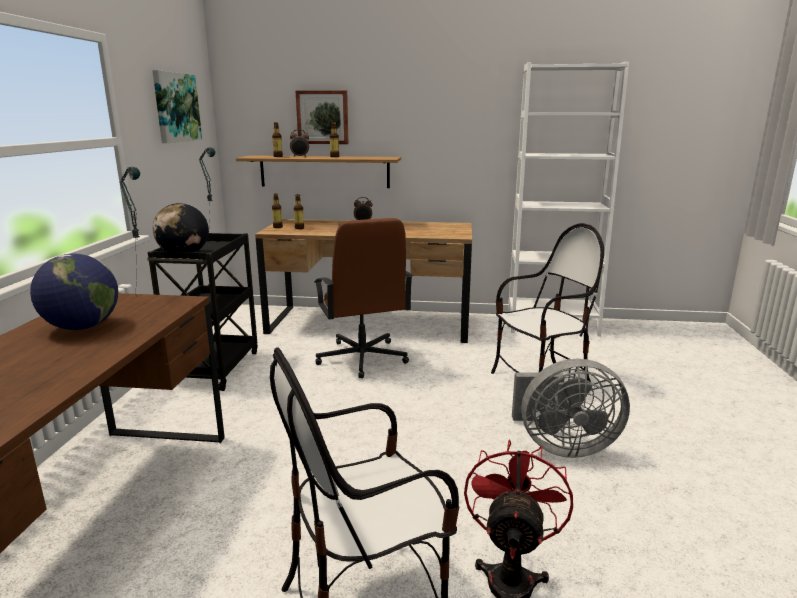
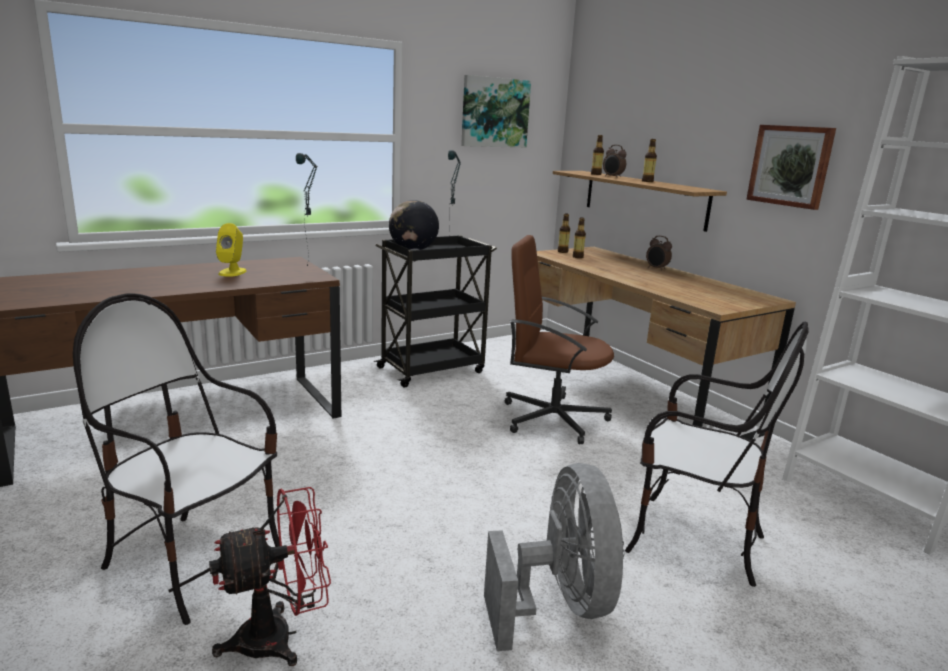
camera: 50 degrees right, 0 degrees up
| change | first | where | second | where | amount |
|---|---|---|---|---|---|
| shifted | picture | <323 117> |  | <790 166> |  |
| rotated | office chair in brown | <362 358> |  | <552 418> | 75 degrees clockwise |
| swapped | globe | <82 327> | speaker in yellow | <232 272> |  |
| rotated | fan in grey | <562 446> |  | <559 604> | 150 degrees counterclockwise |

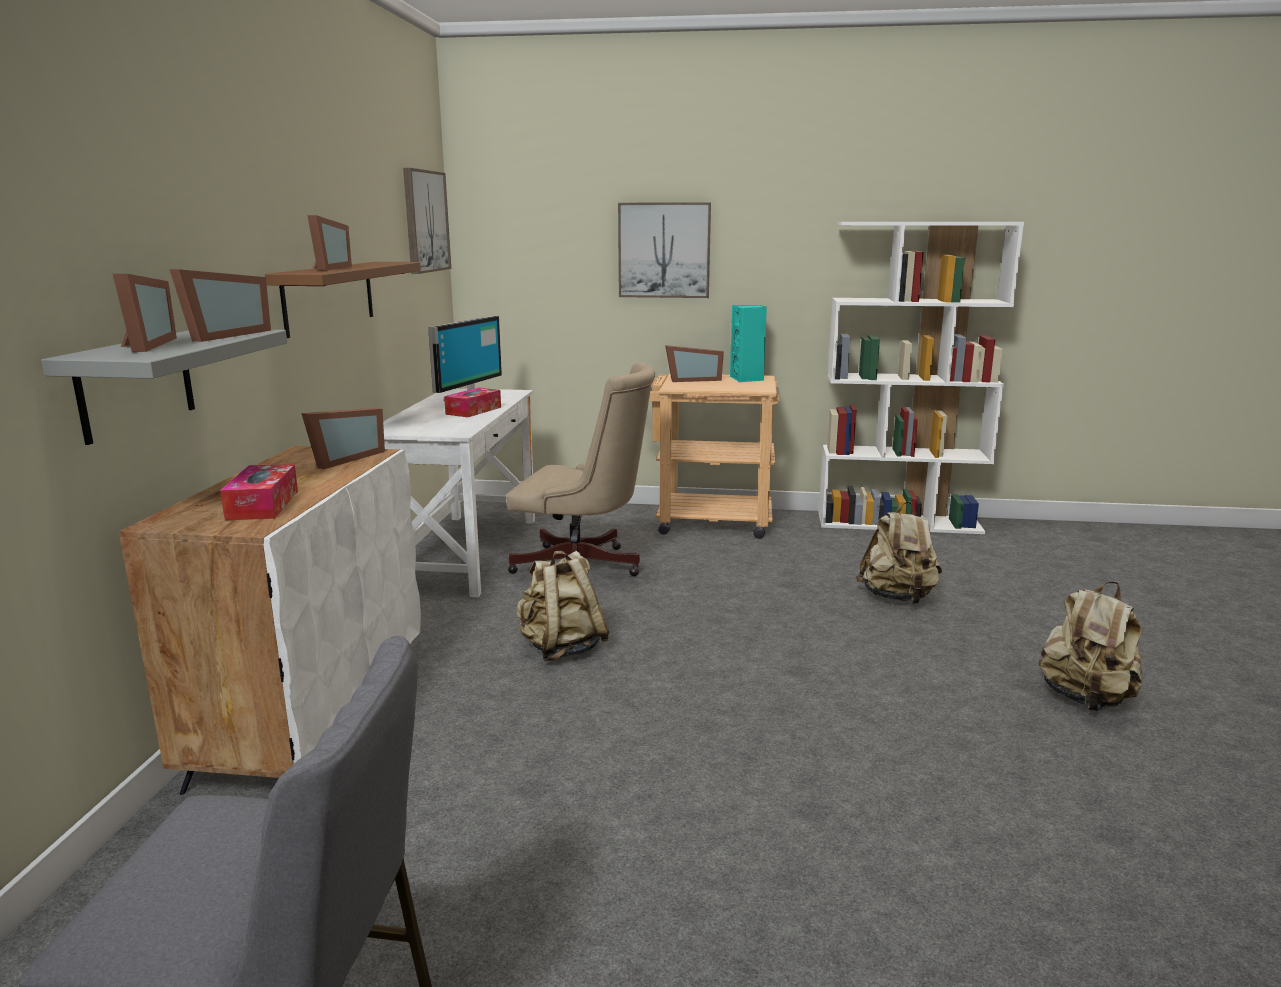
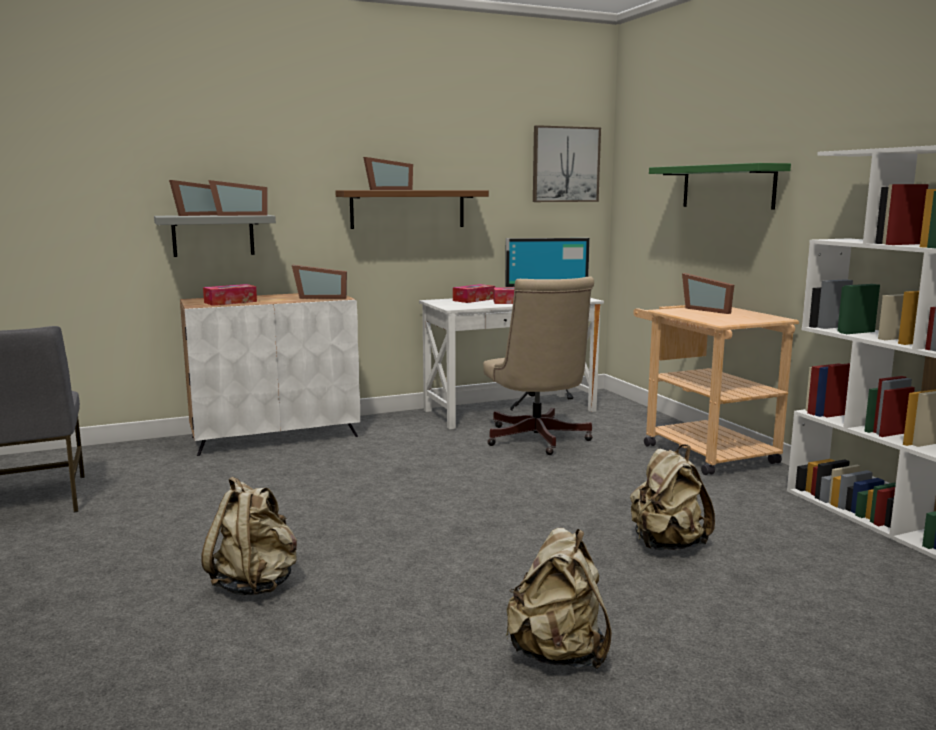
camera: 60 degrees right, 5 degrees down
| change | first | where | second | where | amount |
|---|---|---|---|---|---|
| swapped | picture | <664 250> | shelf in green | <727 187> |  |
| gone | speaker in turquoise | <747 379> |  |  |  |
| shifted | backpack in beige | <561 648> |  | <255 584> |  |
| new |  |  | tissue box | <474 300> |  |

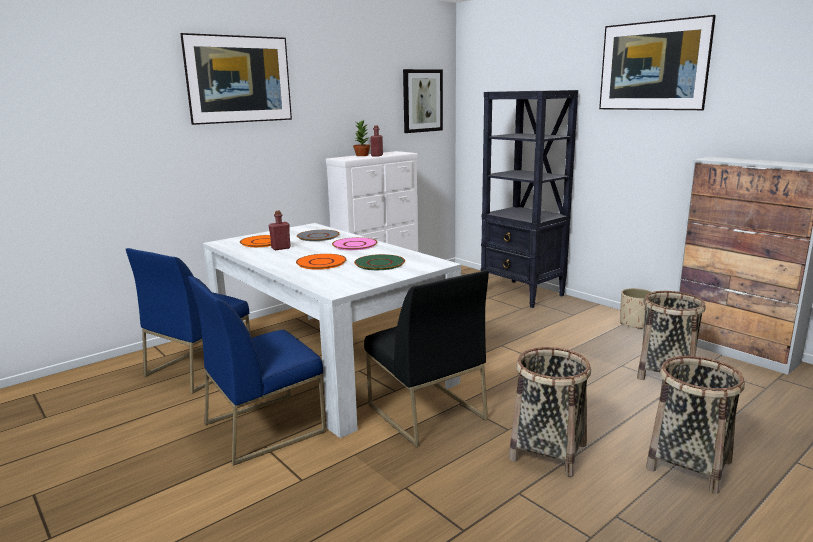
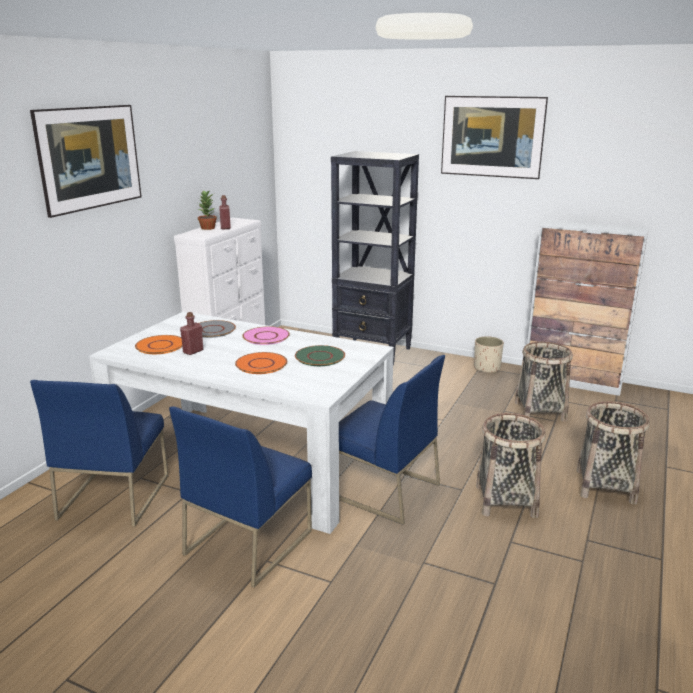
camera: 25 degrees left, 5 degrees up
| change | first | where | second | where | amount |
|---|---|---|---|---|---|
| gone | picture | <422 101> |  |  |  |
| repainted | chair in black | <425 412> | chair in blue | <383 490> |  |

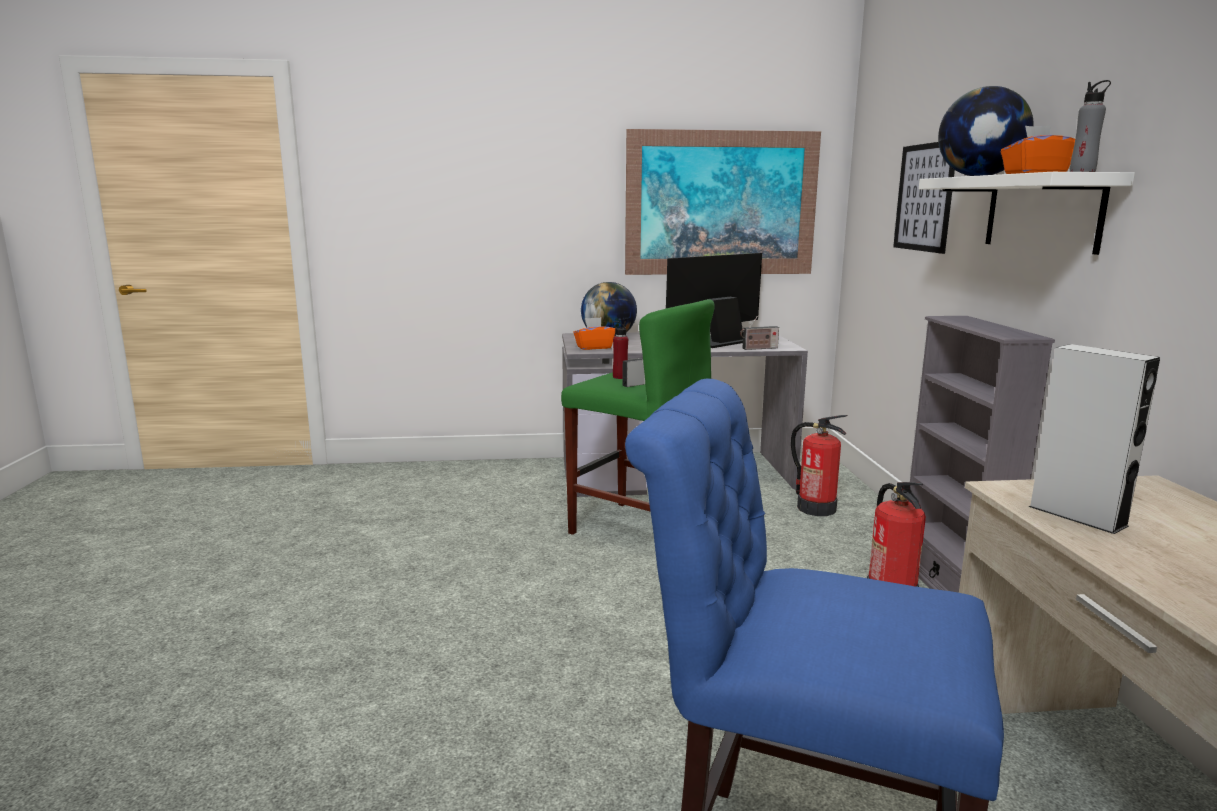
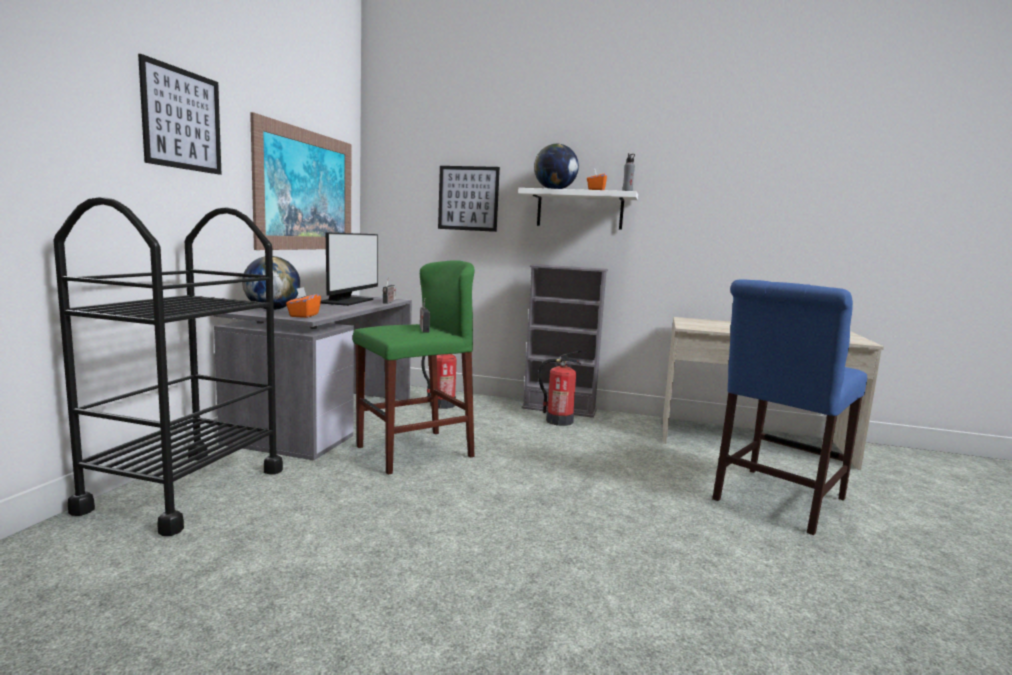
camera: 70 degrees left, 5 degrees down
| change | first | where | second | where | amount |
|---|---|---|---|---|---|
| rotated | monitor | <720 340> |  | <347 301> | 150 degrees counterclockwise |
| gone | bottle in red | <620 377> |  |  |  |
| gone | speaker in grey | <1077 516> |  |  |  |
| new |  |  | picture | <182 119> |  |
| new |  |  | cart in black | <186 490> |  |

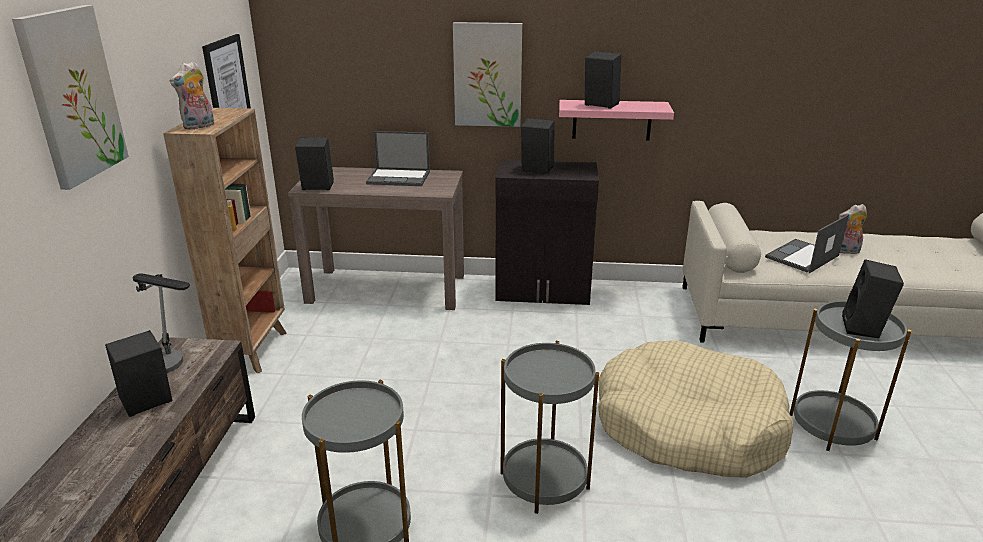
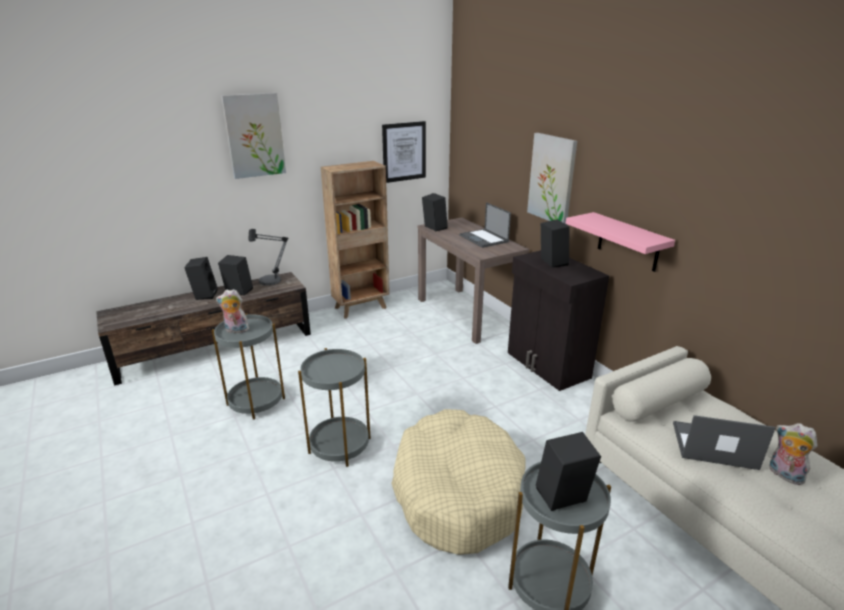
camera: 55 degrees right, 0 degrees up
| change | first | where | second | where | amount |
|---|---|---|---|---|---|
| shifted | speaker in black | <599 105> |  | <204 295> |  |
| shifted | plush toy | <199 126> |  | <236 330> |  |

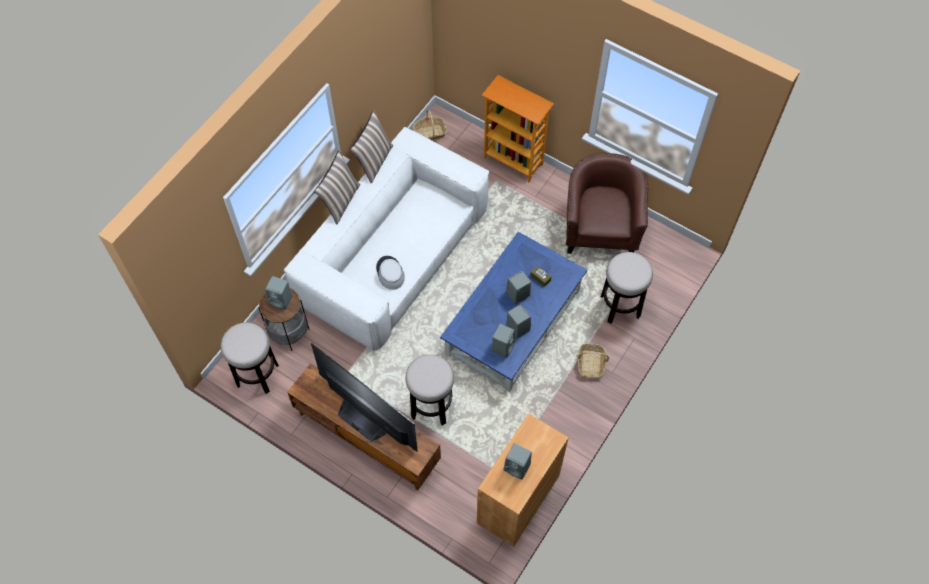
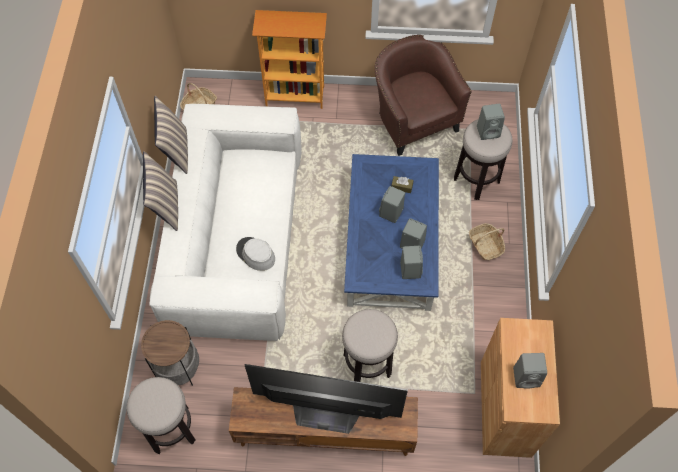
camera: 30 degrees left, 0 degrees up
| change | first | where | second | where | amount |
|---|---|---|---|---|---|
| shifted | speaker in grey | <281 300> |  | <489 131> |  |

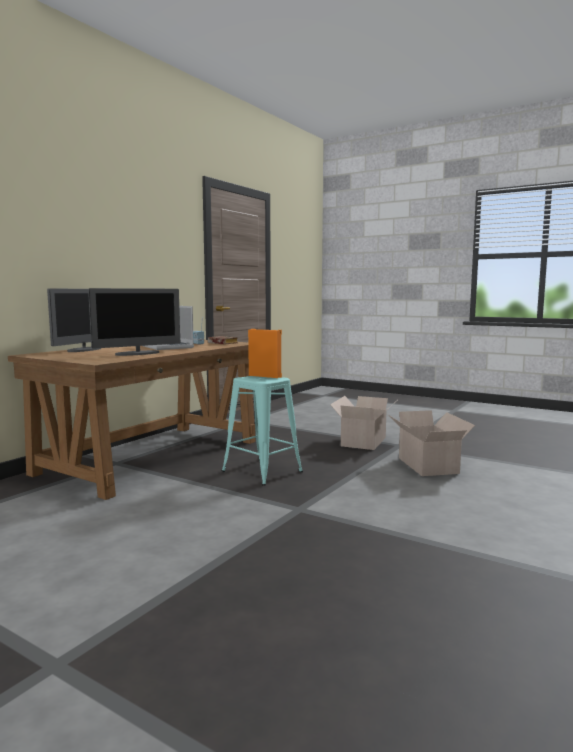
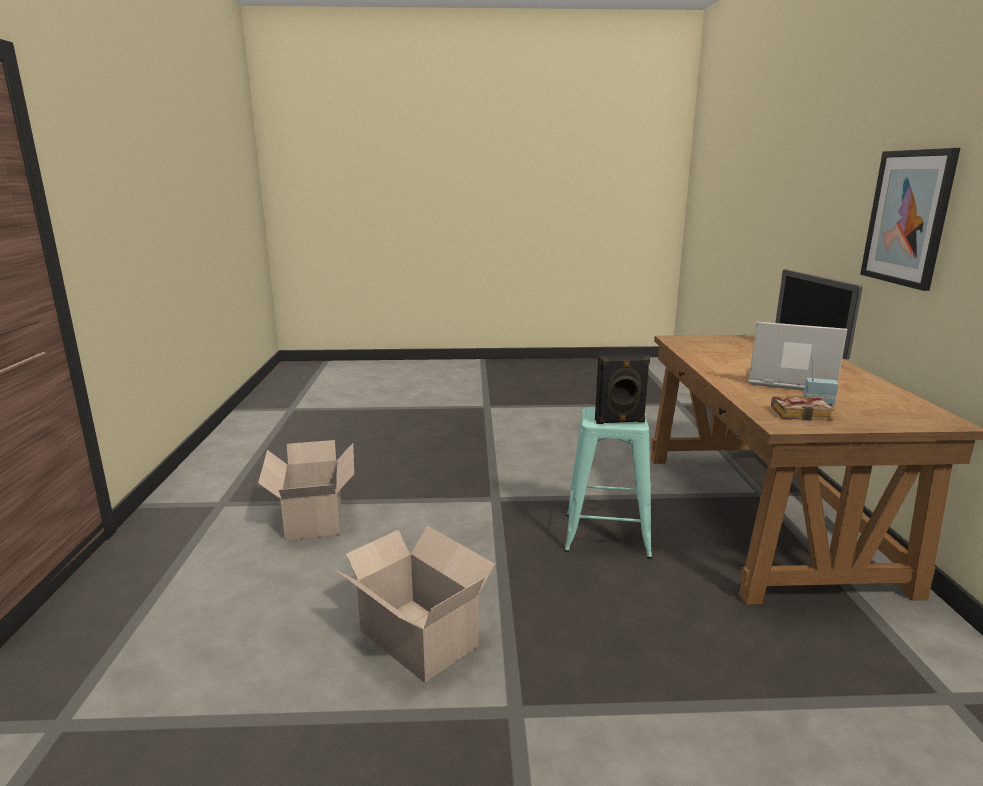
camera: 145 degrees right, 10 degrees up
| change | first | where | second | where | amount |
|---|---|---|---|---|---|
| gone | monitor | <138 353> |  |  |  |
| repainted | speaker in orange | <265 376> | speaker in black | <620 421> |  |
| shifted | cardboard box | <364 441> |  | <313 519> |  |
| new |  |  | picture | <908 218> |  |

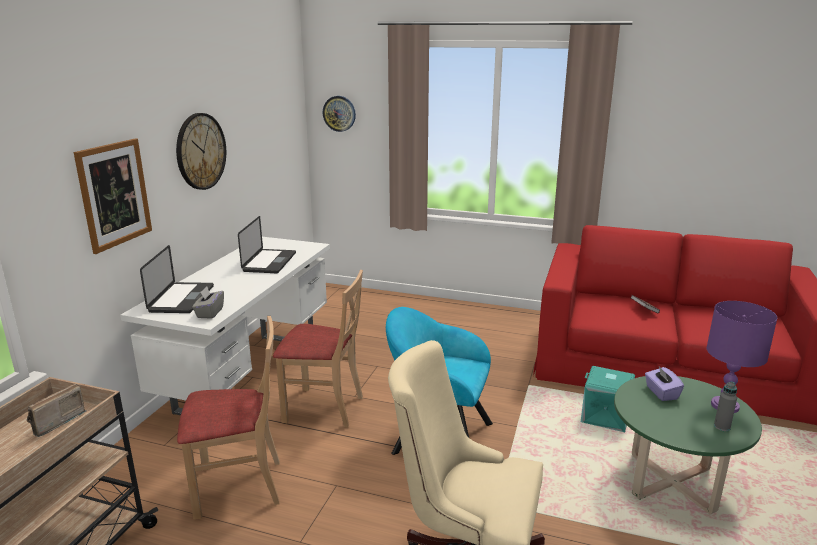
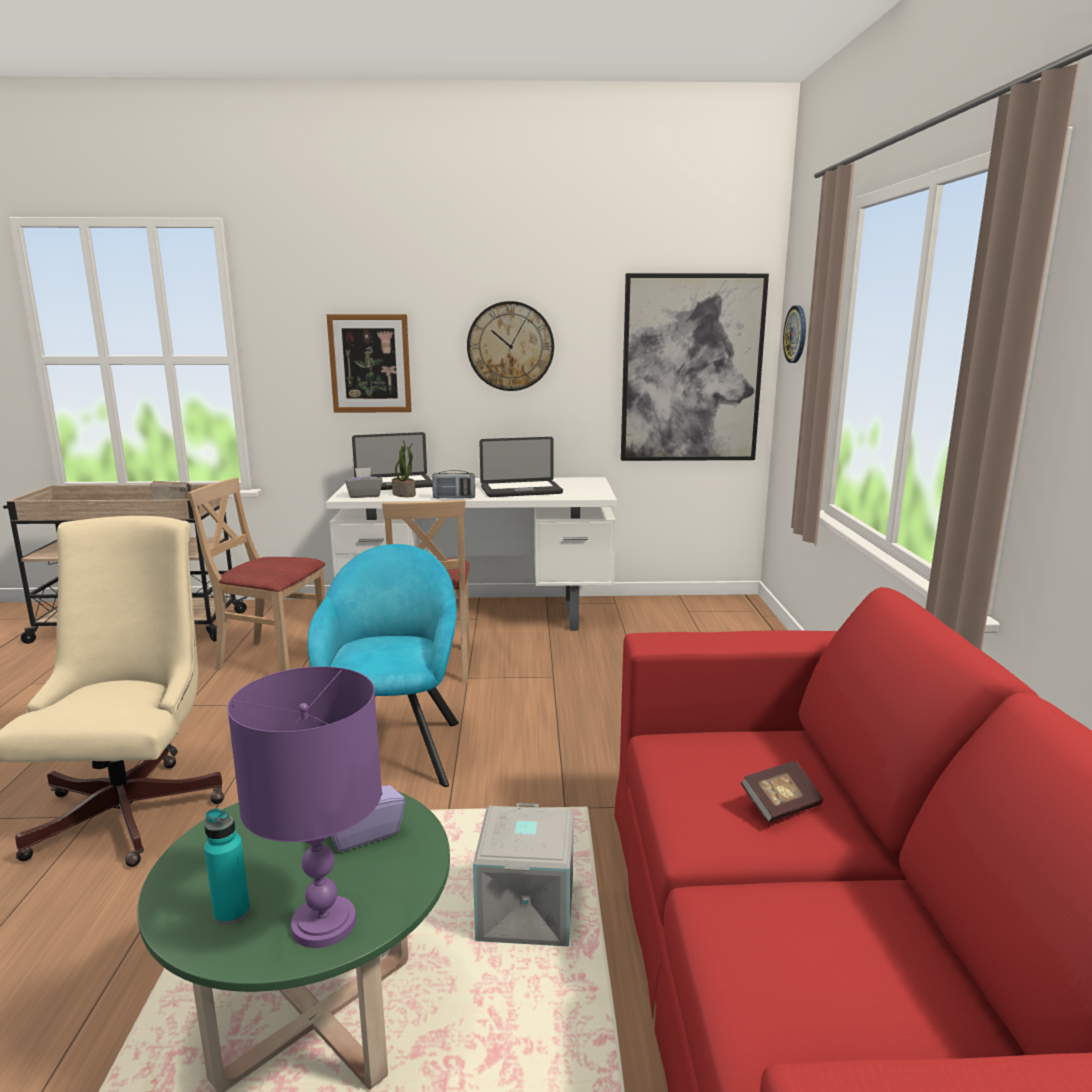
camera: 70 degrees right, 5 degrees down
| change | first | where | second | where | amount |
|---|---|---|---|---|---|
| rotated | chair in beige | <239 487> |  | <273 659> | 135 degrees clockwise |
| repainted | storage box in turquoise | <606 416> | storage box in grey | <528 913> |  |
| repainted | bottle in grey | <722 427> | bottle in turquoise | <232 913> |  |
| new |  |  | picture | <691 369> |  |
| new |  |  | potted plant | <404 494> |  |
| new |  |  | radio | <454 498> |  |

